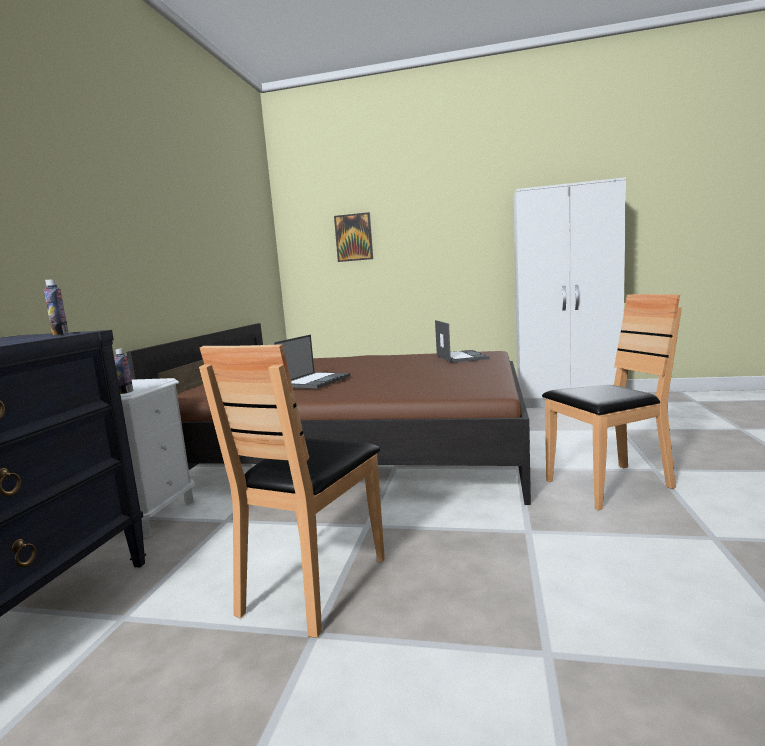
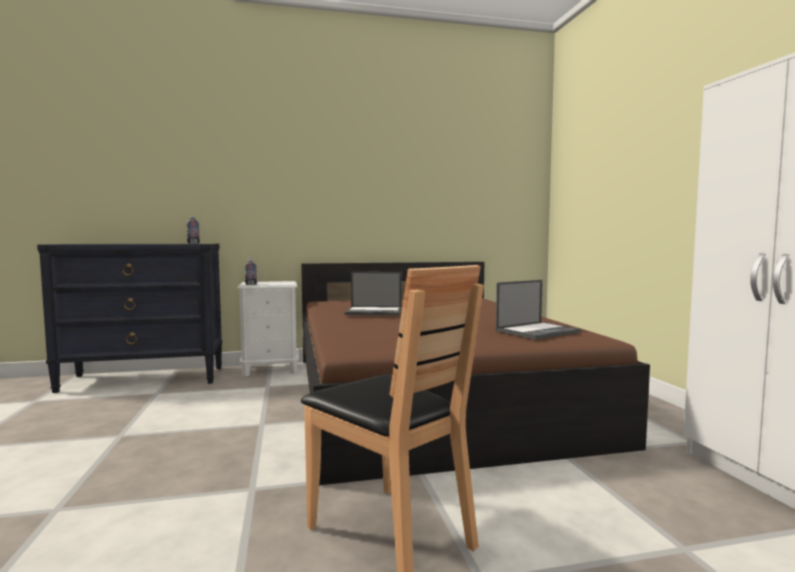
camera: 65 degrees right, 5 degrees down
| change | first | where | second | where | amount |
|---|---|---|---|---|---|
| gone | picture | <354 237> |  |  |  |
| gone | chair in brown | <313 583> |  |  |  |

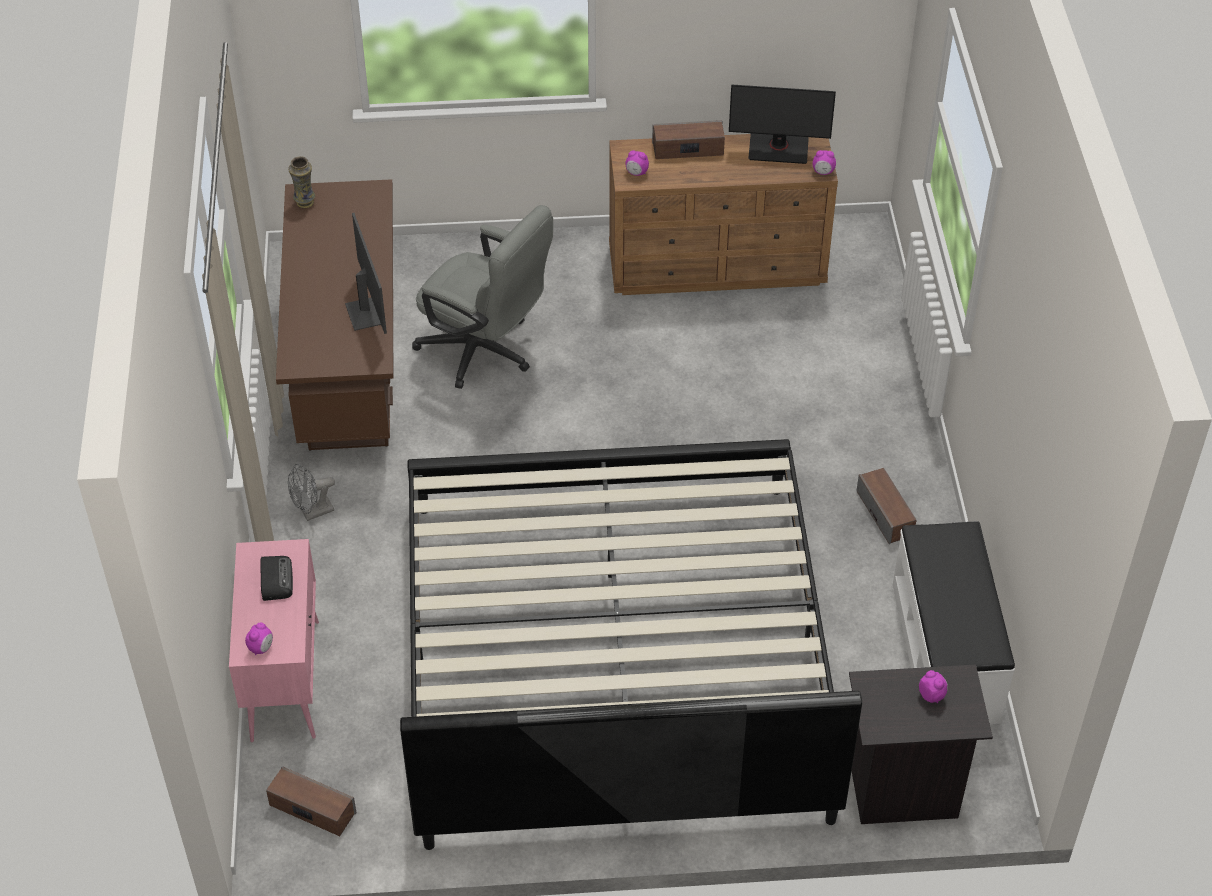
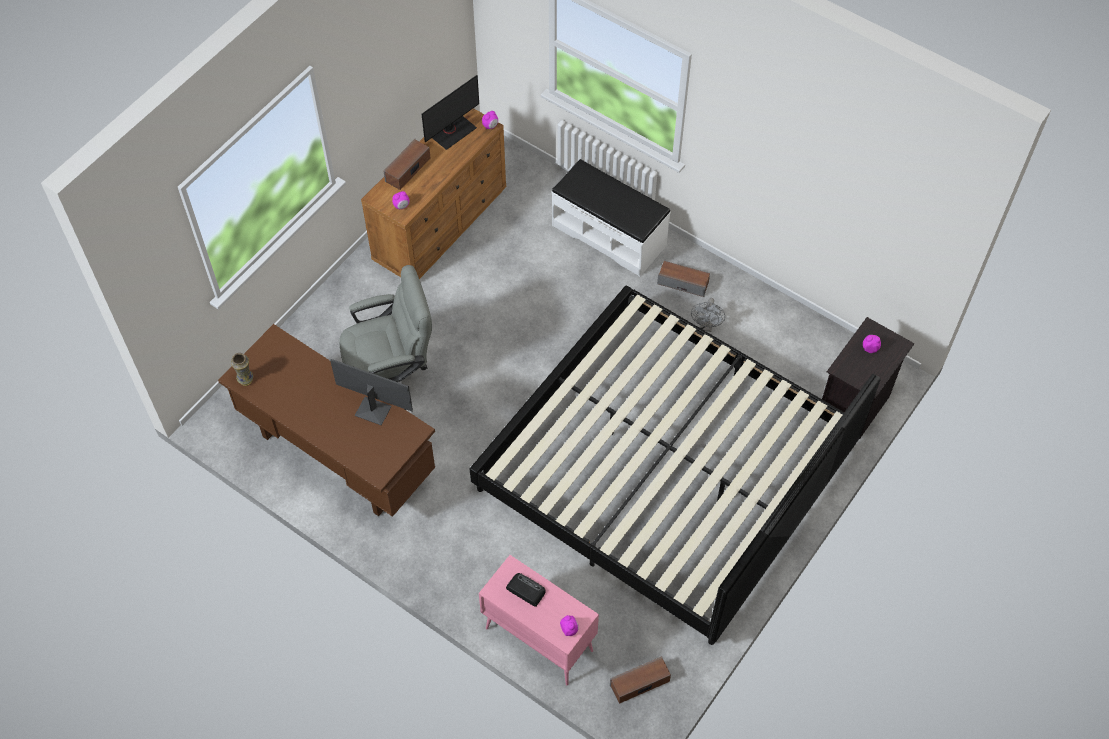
camera: 50 degrees left, 10 degrees up
| change | first | where | second | where | amount |
|---|---|---|---|---|---|
| shifted | fan in grey | <312 512> |  | <706 326> |  |
| shifted | bench in white | <946 652> |  | <609 235> |  |

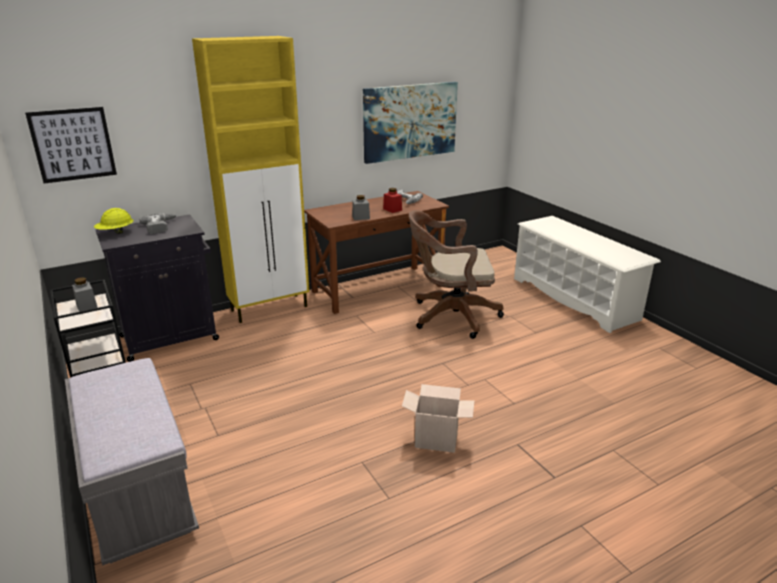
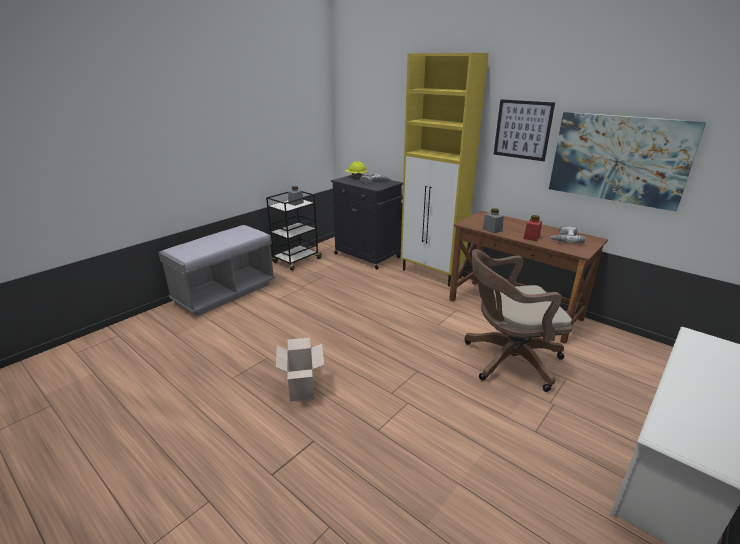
camera: 70 degrees right, 0 degrees up
| change | first | where | second | where | amount |
|---|---|---|---|---|---|
| shifted | picture | <73 144> |  | <522 130> |  |
| rotated | office chair in brown | <450 316> |  | <507 360> | 75 degrees counterclockwise |

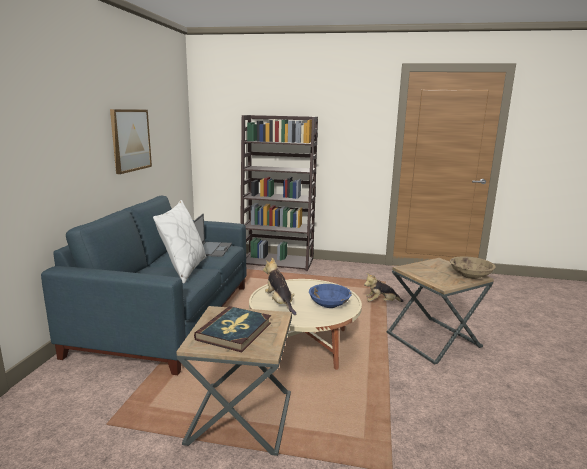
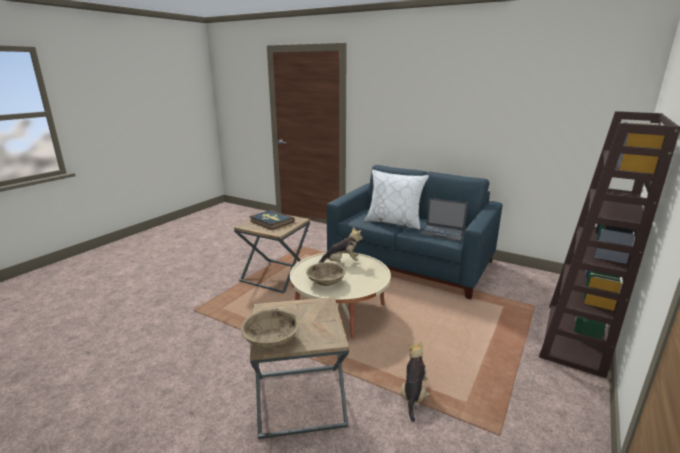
camera: 110 degrees right, 5 degrees up
| change | first | where | second | where | amount |
|---|---|---|---|---|---|
| gone | picture | <130 140> |  |  |  |
| repainted | bowl in blue | <329 304> | bowl in beige | <325 282> |  |

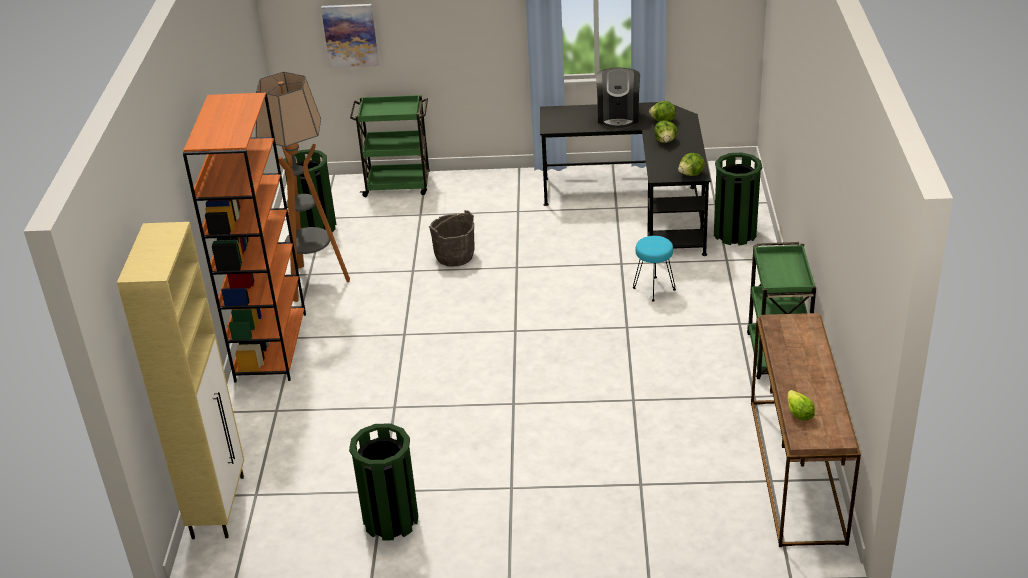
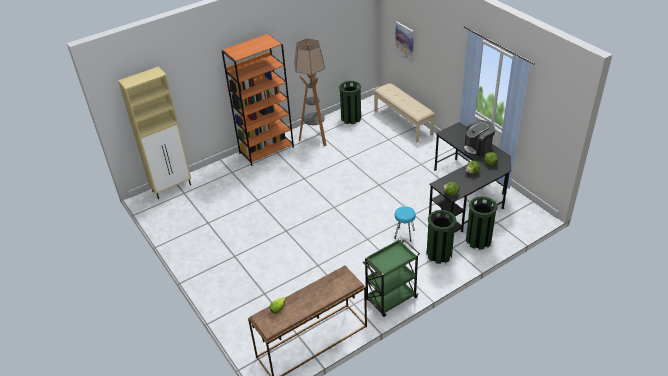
camera: 55 degrees right, 5 degrees up
| change | first | where | second | where | amount |
|---|---|---|---|---|---|
| swapped | cart in green | <398 185> | bench in beige | <403 122> |  |
| gone | bucket in grey | <454 256> |  |  |  |
| shifted | trash can in green | <391 520> |  | <439 254> |  |

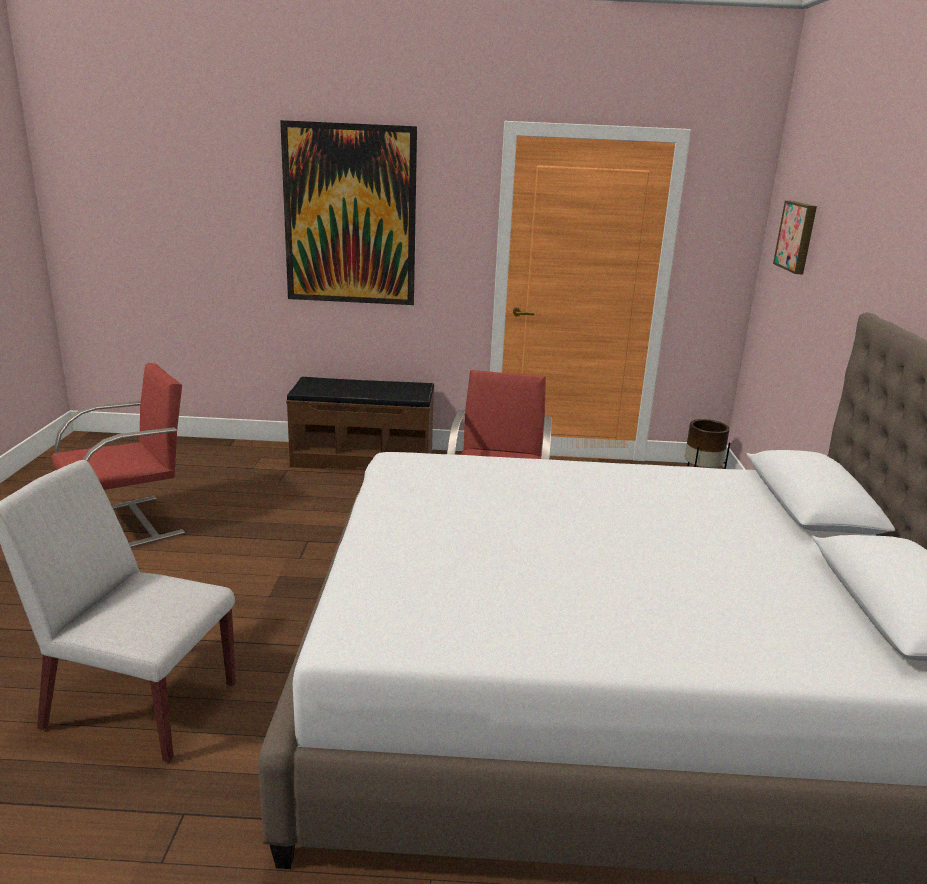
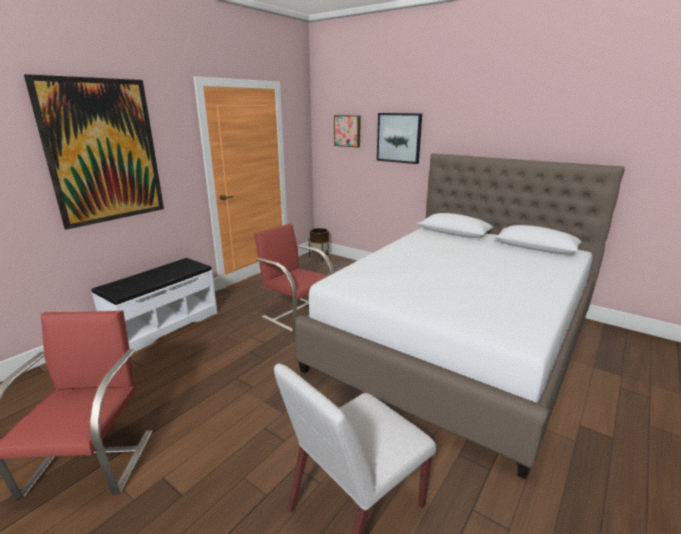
camera: 55 degrees left, 0 degrees up
| change | first | where | second | where | amount |
|---|---|---|---|---|---|
| repainted | bench in brown | <363 458> | bench in white | <163 325> |  |
| new |  |  | picture | <399 138> |  |

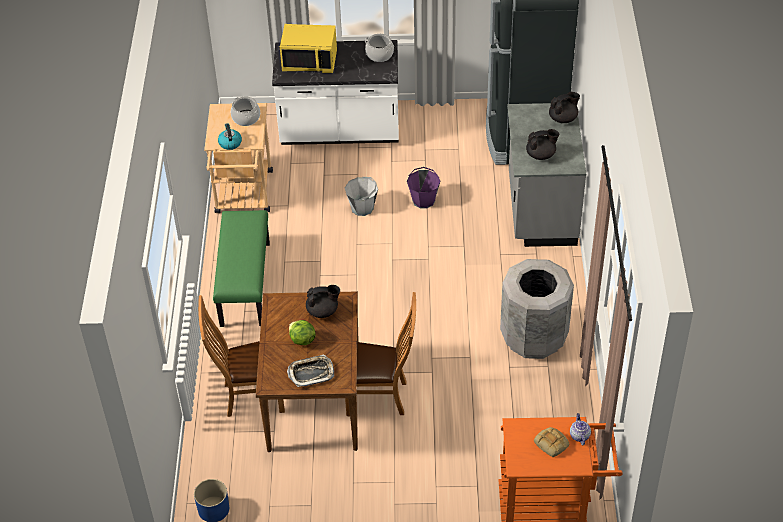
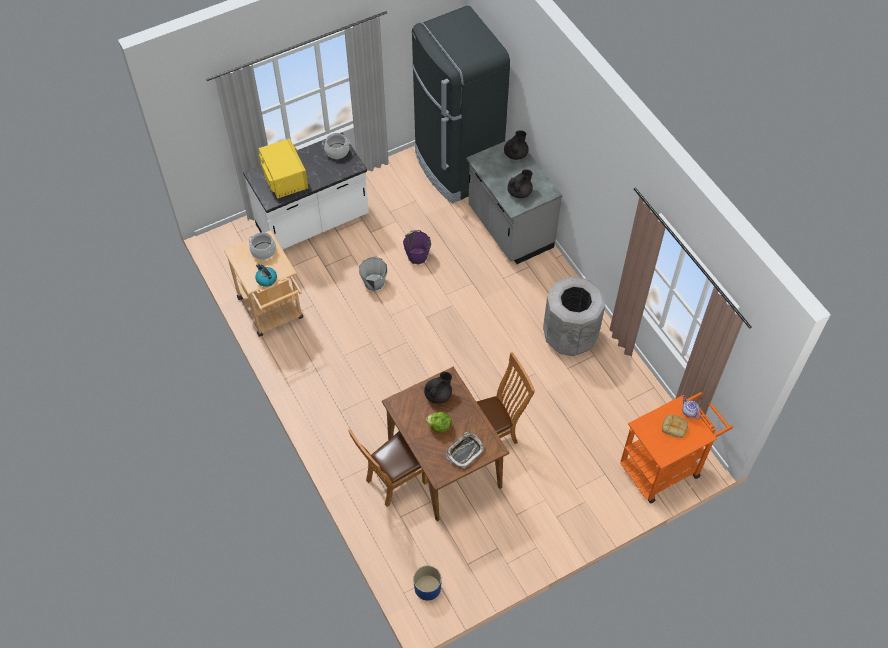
camera: 30 degrees left, 10 degrees up
| change | first | where | second | where | amount |
|---|---|---|---|---|---|
| rotated | microwave in yellow | <310 61> |  | <284 178> | 90 degrees counterclockwise |
| gone | bench in green | <244 284> |  |  |  |

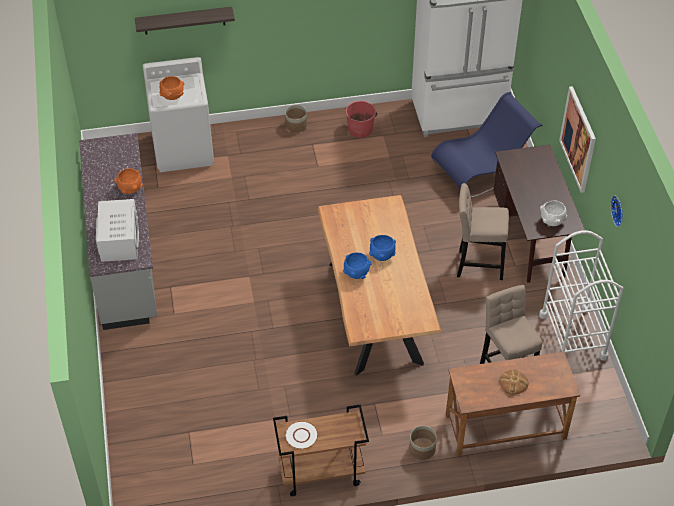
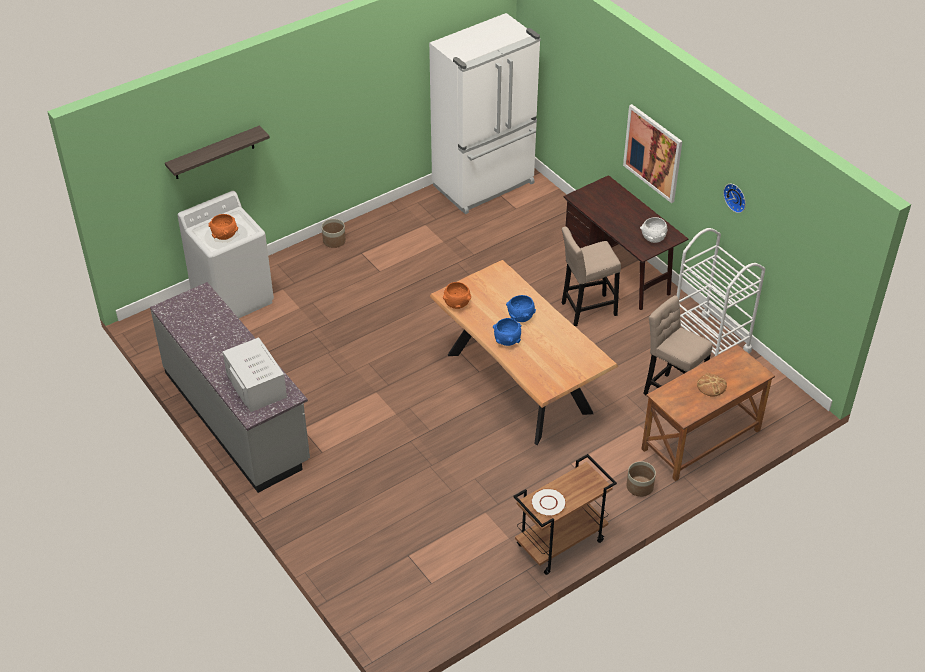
camera: 25 degrees left, 5 degrees down
| change | first | where | second | where | amount |
|---|---|---|---|---|---|
| gone | chair in blue | <482 171> |  |  |  |
| gone | bucket in red | <360 129> |  |  |  |
| shifted | bowl in orange | <130 189> |  | <456 304> |  |

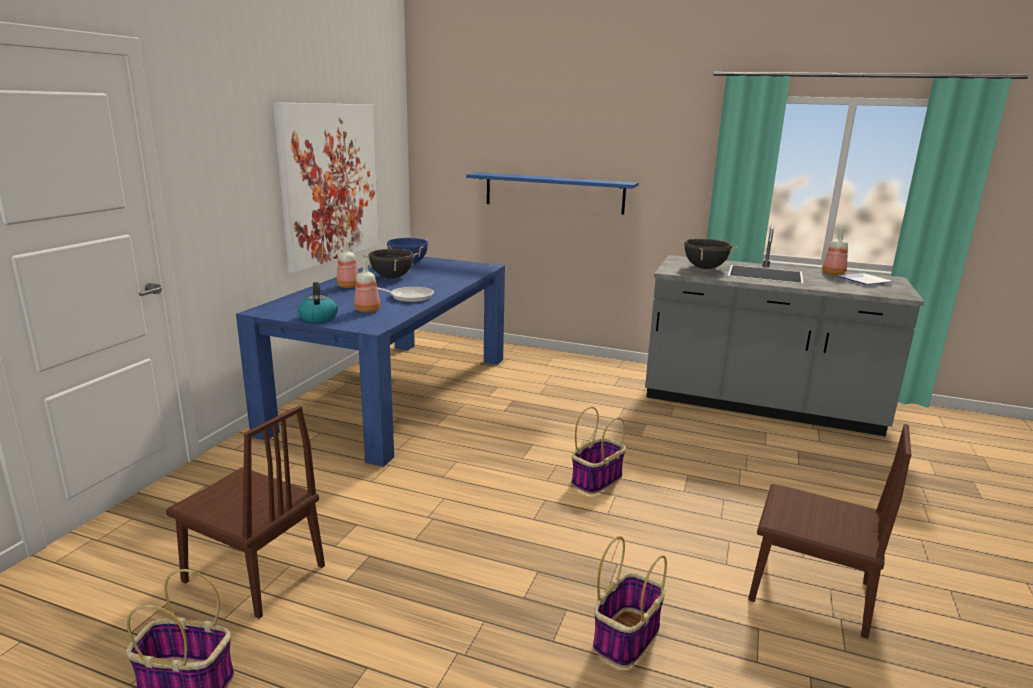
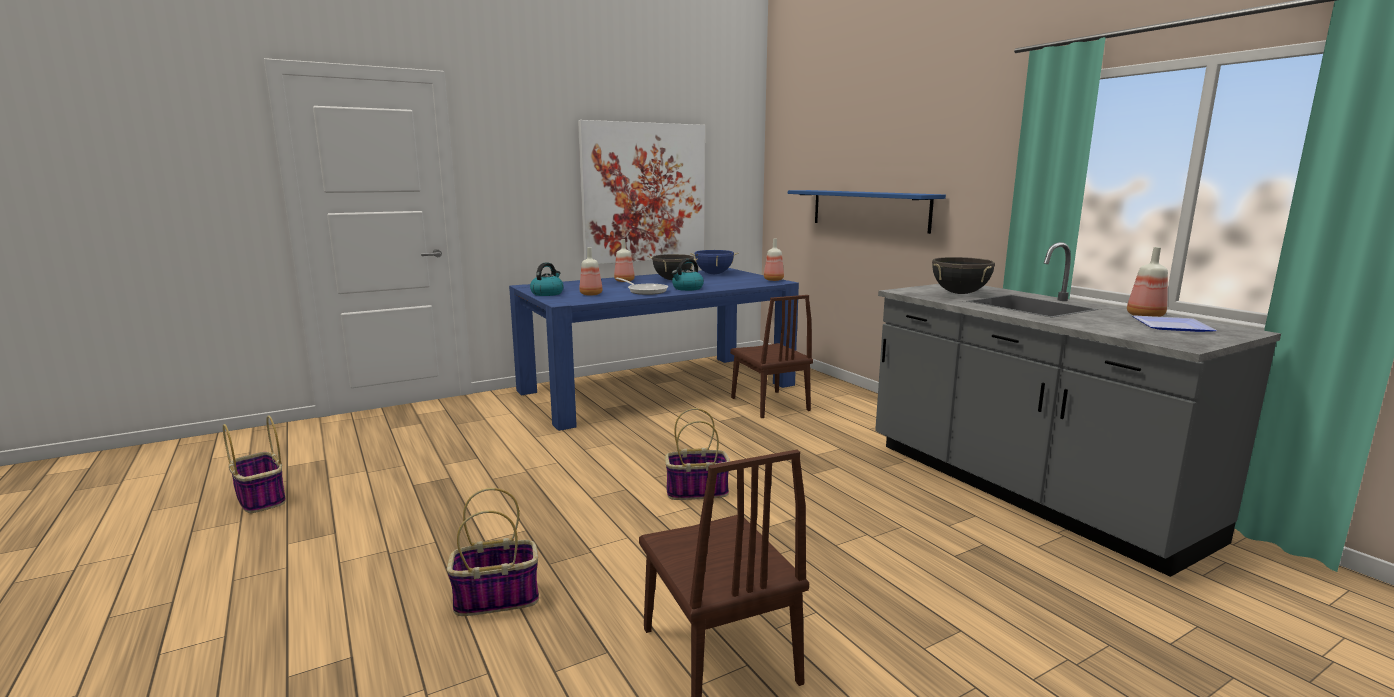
camera: 40 degrees right, 5 degrees down
| change | first | where | second | where | amount |
|---|---|---|---|---|---|
| shifted | chair in brown | <254 573> |  | <769 404> |  |
| new |  |  | bottle | <773 280> |  |
| new |  |  | kettle | <687 288> |  |

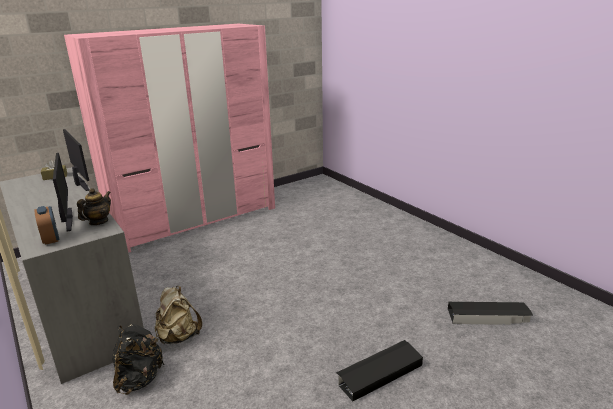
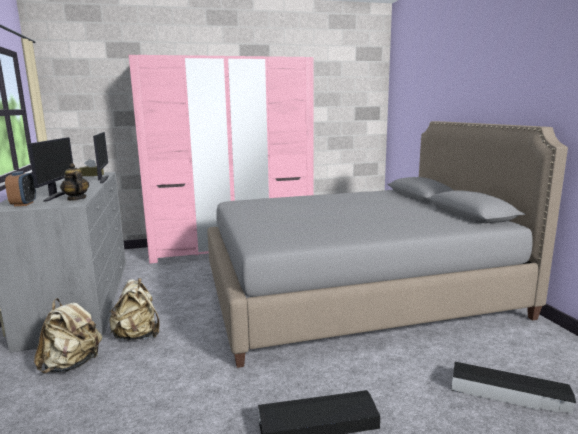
camera: 20 degrees right, 10 degrees down
| change | first | where | second | where | amount |
|---|---|---|---|---|---|
| rotated | teapot | <98 222> |  | <76 199> | 90 degrees counterclockwise |
| repainted | backpack in black | <139 379> | backpack in beige | <72 365> |  |
| new |  |  | bed in grey | <354 294> |  |

